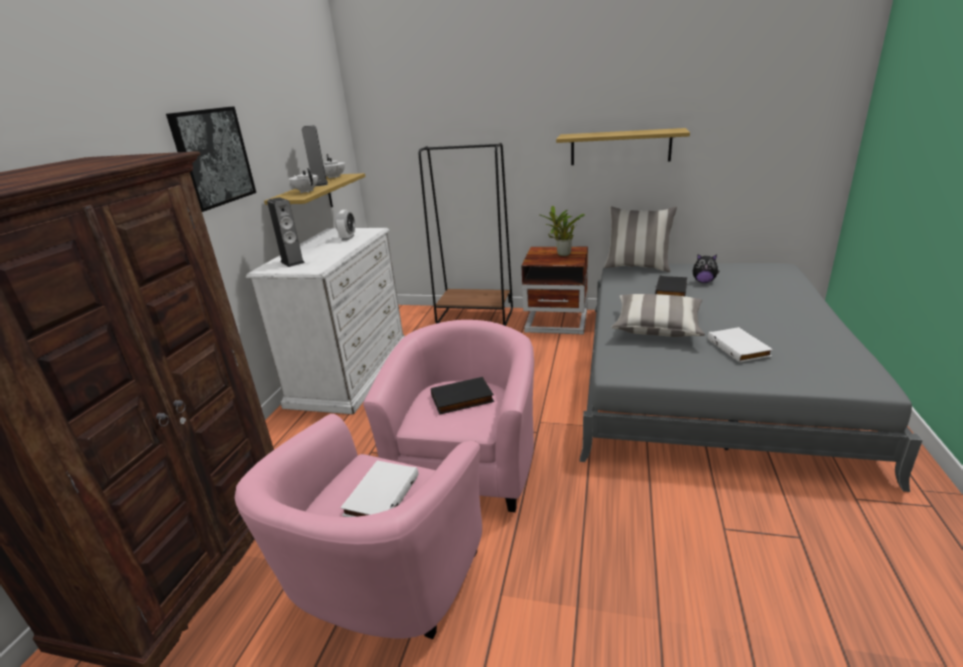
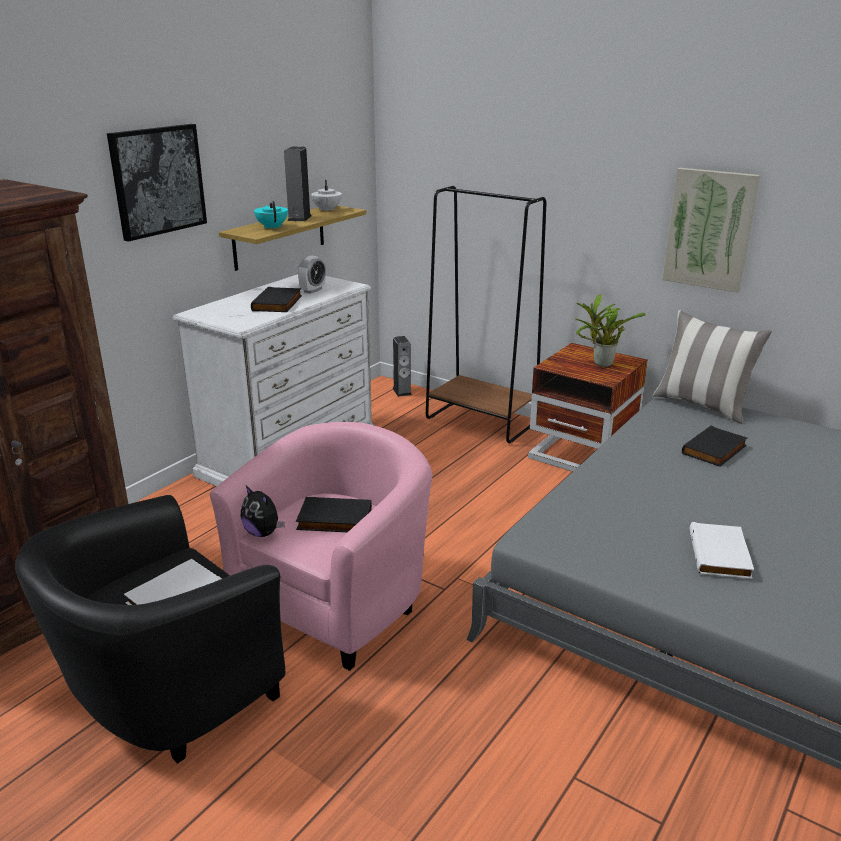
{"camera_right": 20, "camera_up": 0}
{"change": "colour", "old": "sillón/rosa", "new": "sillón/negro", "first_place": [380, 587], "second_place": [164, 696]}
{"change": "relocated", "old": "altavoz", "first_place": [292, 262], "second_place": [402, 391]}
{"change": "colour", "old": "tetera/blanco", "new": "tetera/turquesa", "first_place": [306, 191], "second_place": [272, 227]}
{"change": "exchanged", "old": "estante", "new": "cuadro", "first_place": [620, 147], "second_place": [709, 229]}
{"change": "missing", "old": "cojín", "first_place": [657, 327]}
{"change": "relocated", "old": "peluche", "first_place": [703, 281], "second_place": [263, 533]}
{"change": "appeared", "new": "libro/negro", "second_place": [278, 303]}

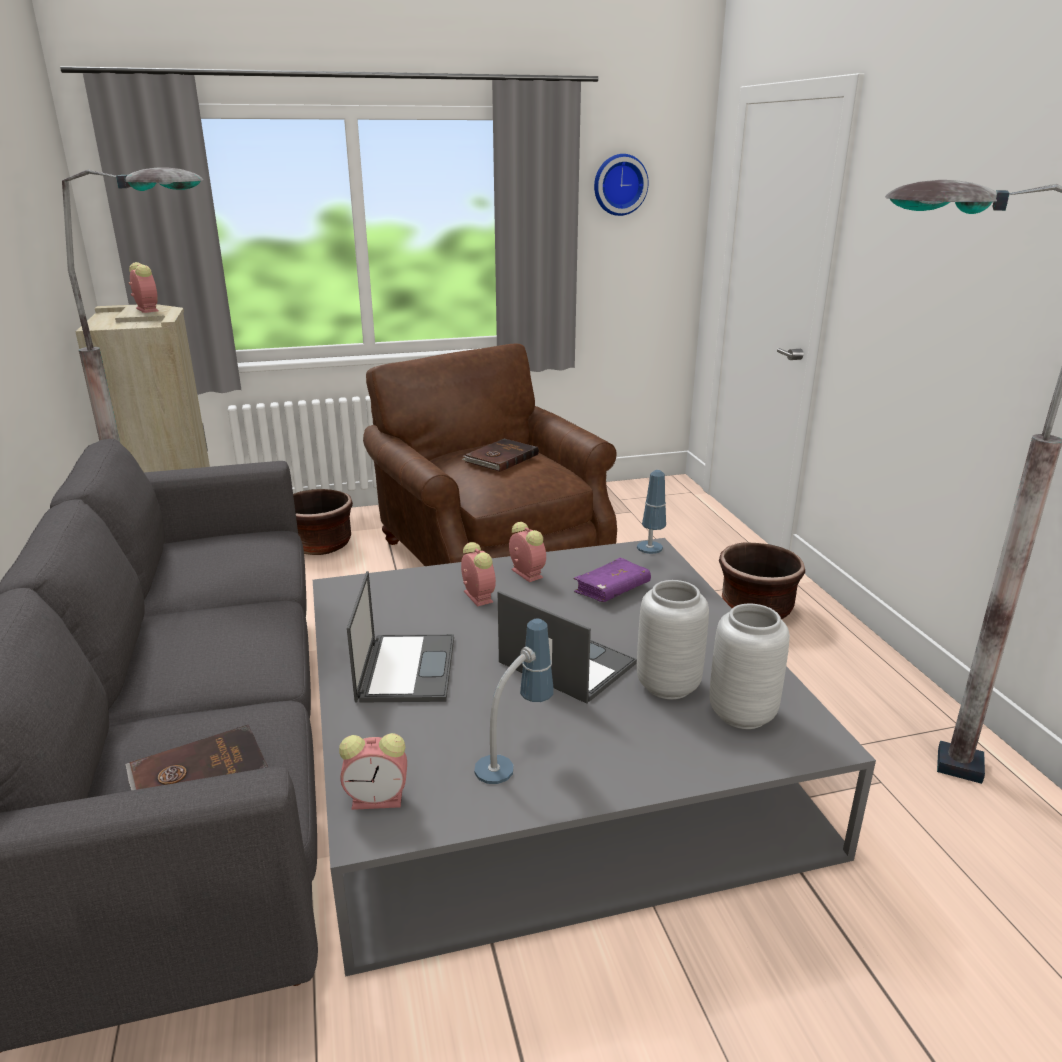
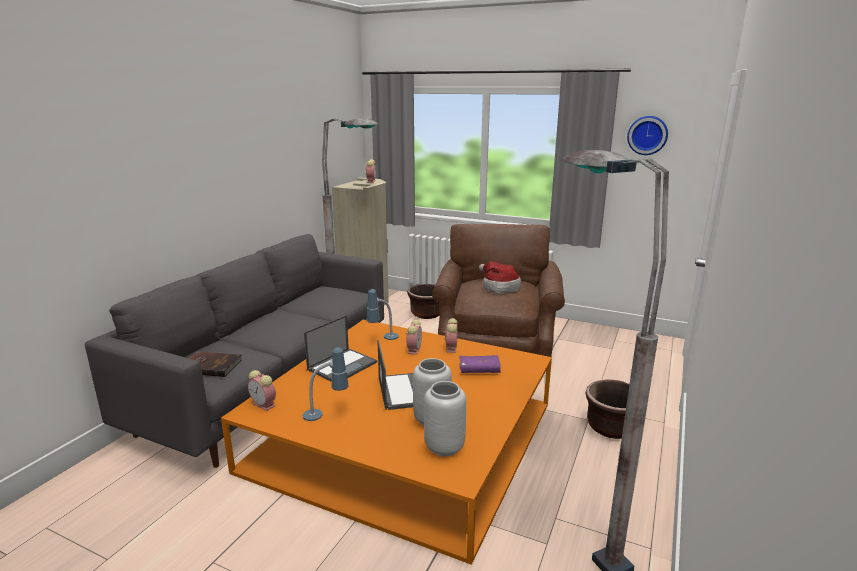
{"camera_right": 40, "camera_up": -5}
{"change": "colour", "old": "mesa de centro/gris", "new": "mesa de centro/naranja", "first_place": [543, 743], "second_place": [403, 435]}
{"change": "exchanged", "old": "libro/marrón", "new": "sombrero", "first_place": [500, 458], "second_place": [499, 287]}
{"change": "relocated", "old": "lámpara de mesa", "first_place": [650, 556], "second_place": [383, 340]}

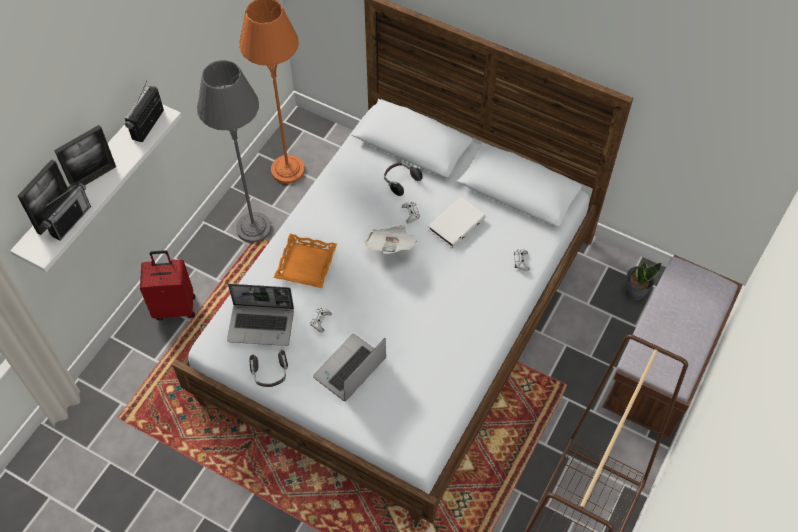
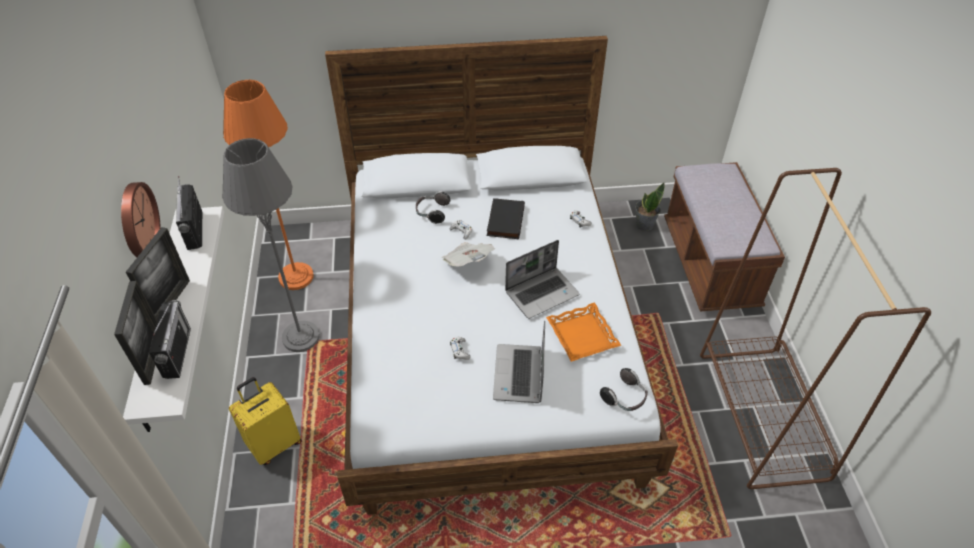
{"camera_right": -35, "camera_up": -10}
{"change": "colour", "old": "maleta/rojo", "new": "maleta/amarillo", "first_place": [175, 307], "second_place": [274, 444]}
{"change": "relocated", "old": "portátil", "first_place": [262, 325], "second_place": [542, 293]}
{"change": "relocated", "old": "auriculares", "first_place": [270, 374], "second_place": [625, 398]}
{"change": "relocated", "old": "bandeja/naranja", "first_place": [305, 264], "second_place": [581, 336]}
{"change": "colour", "old": "libro/blanco", "new": "libro/negro", "first_place": [455, 223], "second_place": [504, 220]}
{"change": "appeared", "new": "reloj de pared", "second_place": [136, 220]}

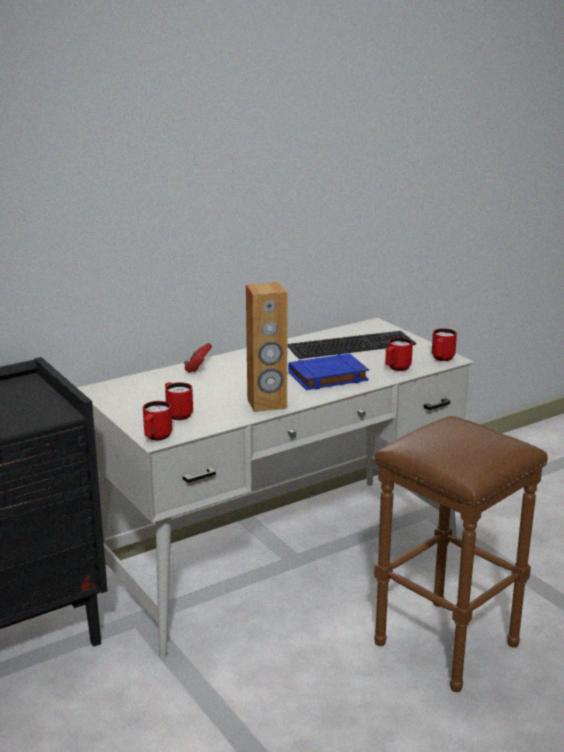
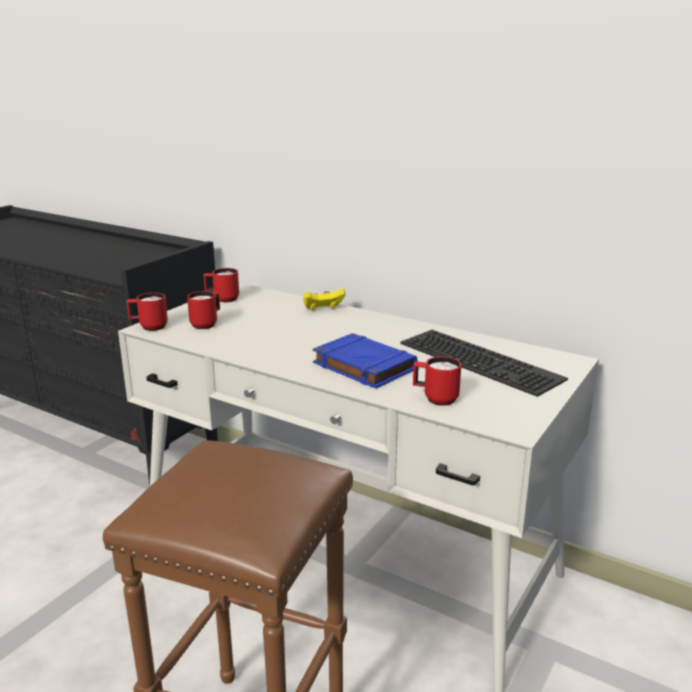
{"camera_right": 65, "camera_up": 0}
{"change": "colour", "old": "mando de consola/rojo", "new": "mando de consola/amarillo", "first_place": [198, 368], "second_place": [323, 310]}
{"change": "missing", "old": "altavoz/marrón", "first_place": [267, 404]}
{"change": "relocated", "old": "taza grande/rojo", "first_place": [442, 359], "second_place": [222, 299]}

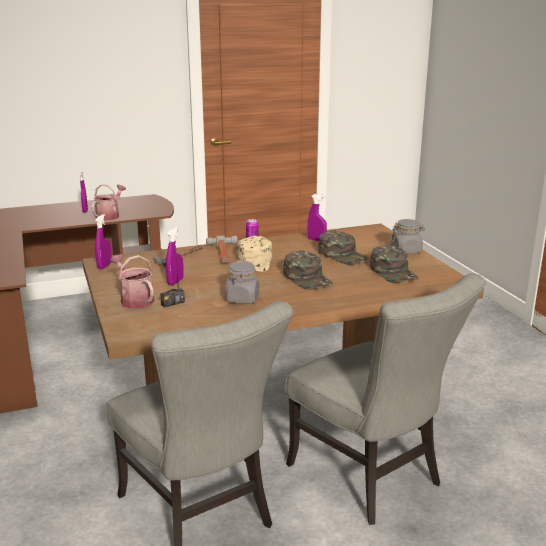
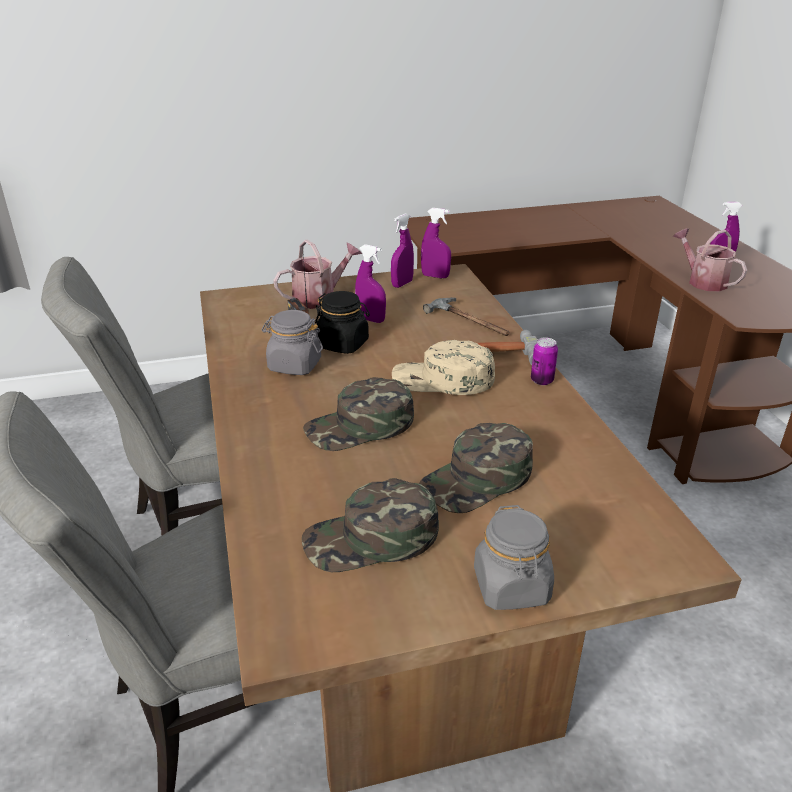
{"camera_right": 95, "camera_up": 10}
{"change": "spun", "old": "regadera", "first_place": [109, 216], "second_place": [703, 281], "degrees": -150}
{"change": "relocated", "old": "pulverizador/morado", "first_place": [316, 240], "second_place": [402, 284]}
{"change": "appeared", "new": "tarro/negro", "second_place": [343, 344]}

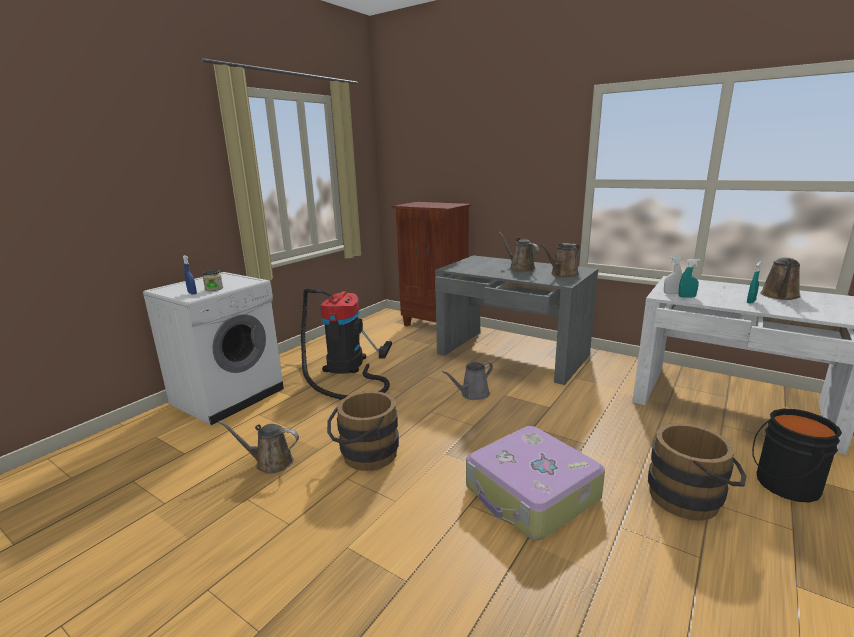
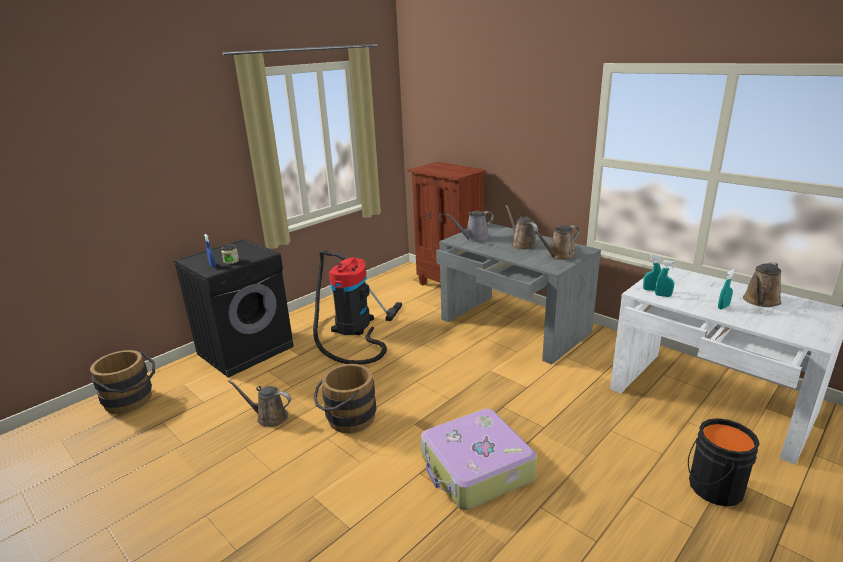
{"camera_right": 10, "camera_up": 5}
{"change": "colour", "old": "lavadora/blanco", "new": "lavadora/negro", "first_place": [230, 397], "second_place": [247, 351]}
{"change": "relocated", "old": "regadera/gris", "first_place": [472, 394], "second_place": [474, 239]}
{"change": "relocated", "old": "cubo/marrón", "first_place": [691, 498], "second_place": [131, 401]}
{"change": "colour", "old": "pulverizador/blanco", "new": "pulverizador/turquesa", "first_place": [671, 293], "second_place": [650, 290]}

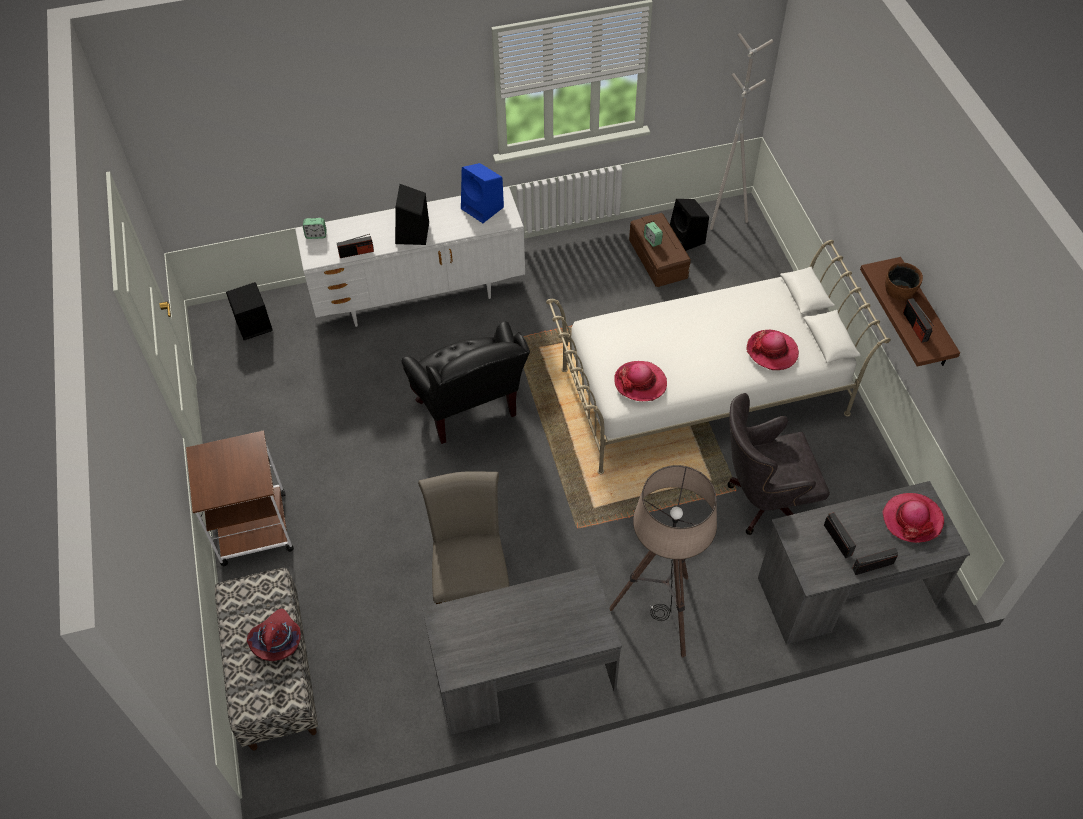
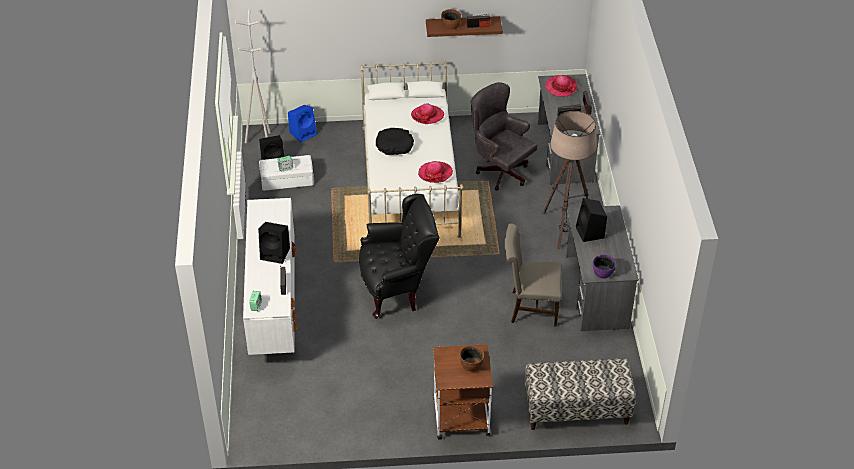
{"camera_right": -80, "camera_up": -10}
{"change": "relocated", "old": "altavoz/negro", "first_place": [253, 326], "second_place": [590, 233]}
{"change": "missing", "old": "sombrero/rojo", "first_place": [277, 639]}
{"change": "relocated", "old": "altavoz/azul", "first_place": [483, 208], "second_place": [303, 133]}
{"change": "colour", "old": "caja de almacenaje/marrón", "new": "caja de almacenaje/blanco", "first_place": [659, 259], "second_place": [287, 180]}
{"change": "spun", "old": "silla de oficina/gris", "first_place": [763, 504], "second_place": [500, 172], "degrees": 135}
{"change": "appeared", "new": "cojín/negro", "second_place": [394, 146]}
{"change": "appeared", "new": "cuenco/marrón", "second_place": [471, 364]}
{"change": "appeared", "new": "cuenco/morado", "second_place": [603, 272]}

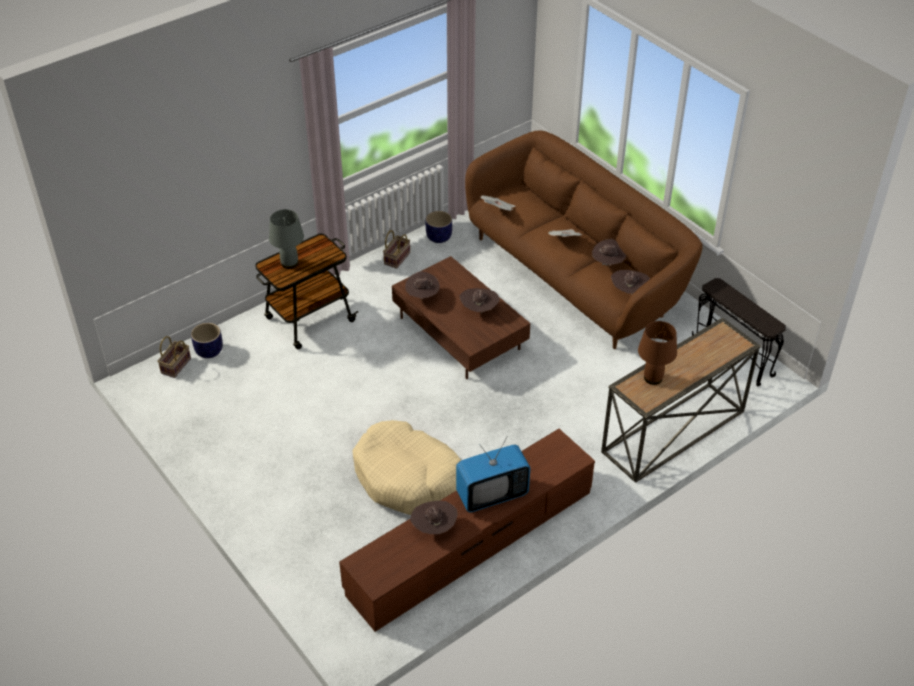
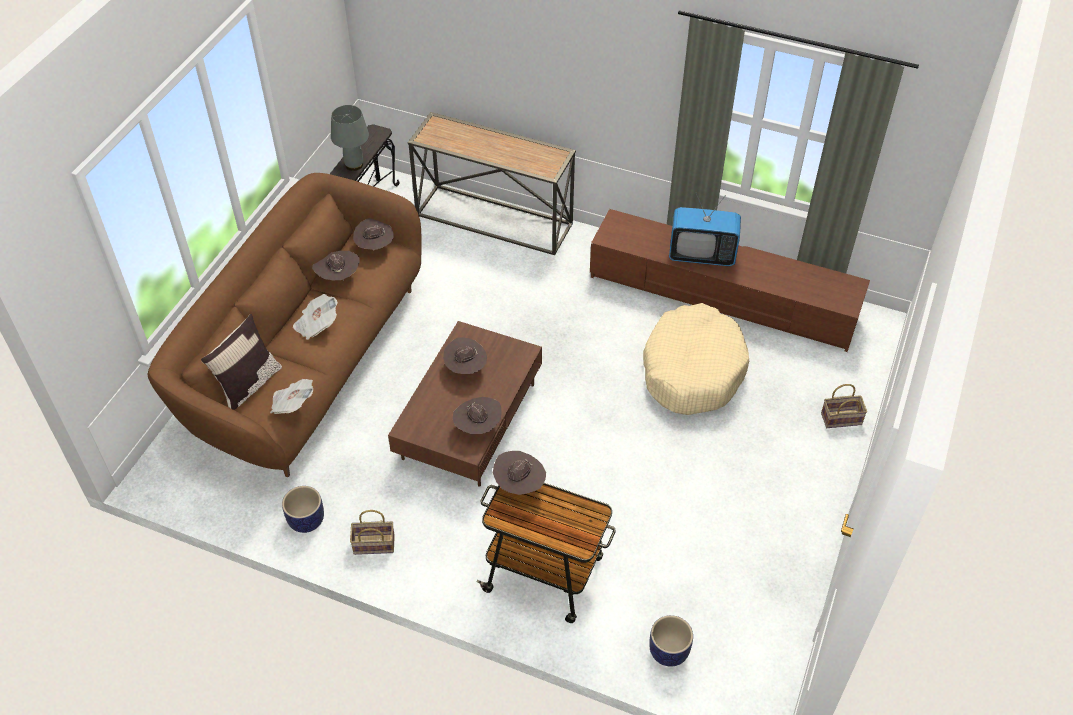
{"camera_right": -120, "camera_up": 5}
{"change": "relocated", "old": "cesta", "first_place": [176, 366], "second_place": [842, 418]}
{"change": "relocated", "old": "lámpara de mesa/gris", "first_place": [289, 263], "second_place": [353, 165]}
{"change": "relocated", "old": "sombrero/marrón", "first_place": [434, 527], "second_place": [519, 485]}
{"change": "spun", "old": "televisor", "first_place": [492, 494], "second_place": [702, 255], "degrees": 150}
{"change": "missing", "old": "lámpara de mesa/marrón", "first_place": [652, 378]}
{"change": "appeared", "new": "cojín", "second_place": [248, 385]}

